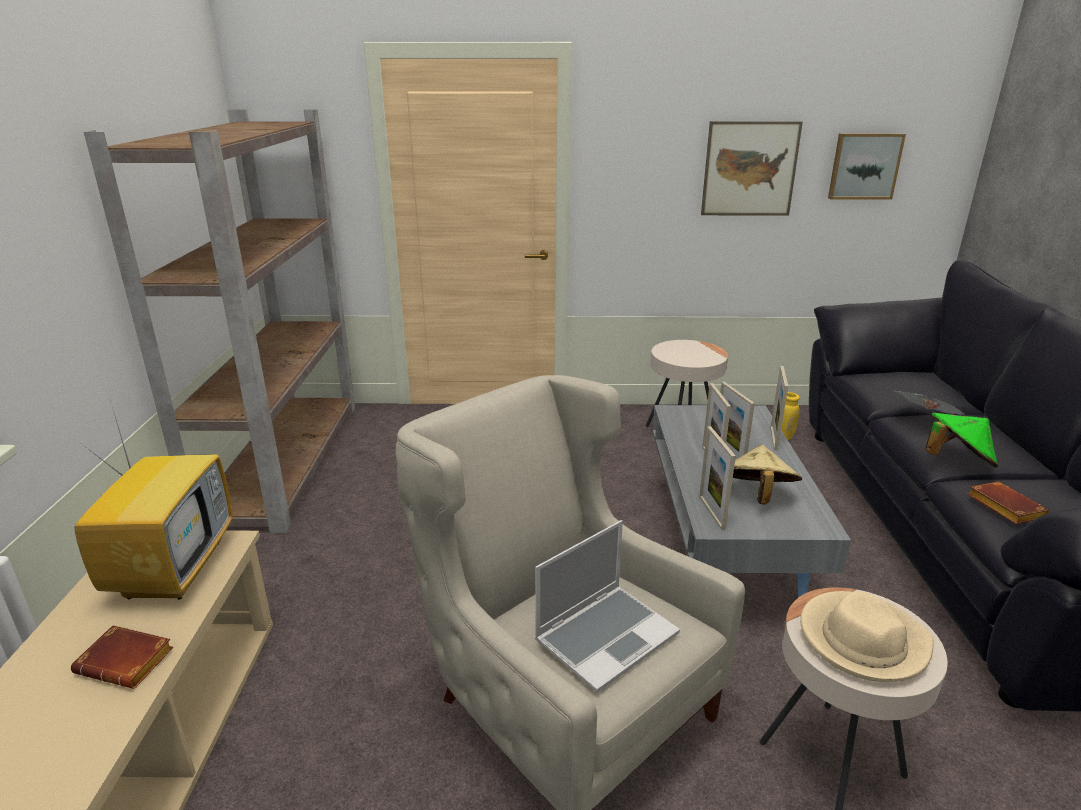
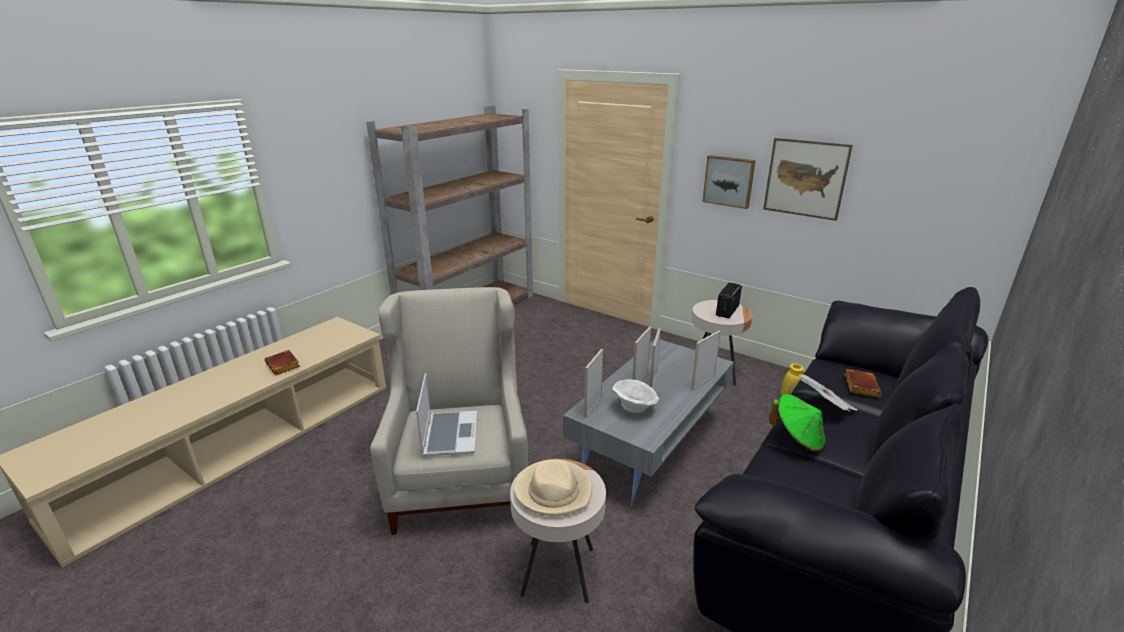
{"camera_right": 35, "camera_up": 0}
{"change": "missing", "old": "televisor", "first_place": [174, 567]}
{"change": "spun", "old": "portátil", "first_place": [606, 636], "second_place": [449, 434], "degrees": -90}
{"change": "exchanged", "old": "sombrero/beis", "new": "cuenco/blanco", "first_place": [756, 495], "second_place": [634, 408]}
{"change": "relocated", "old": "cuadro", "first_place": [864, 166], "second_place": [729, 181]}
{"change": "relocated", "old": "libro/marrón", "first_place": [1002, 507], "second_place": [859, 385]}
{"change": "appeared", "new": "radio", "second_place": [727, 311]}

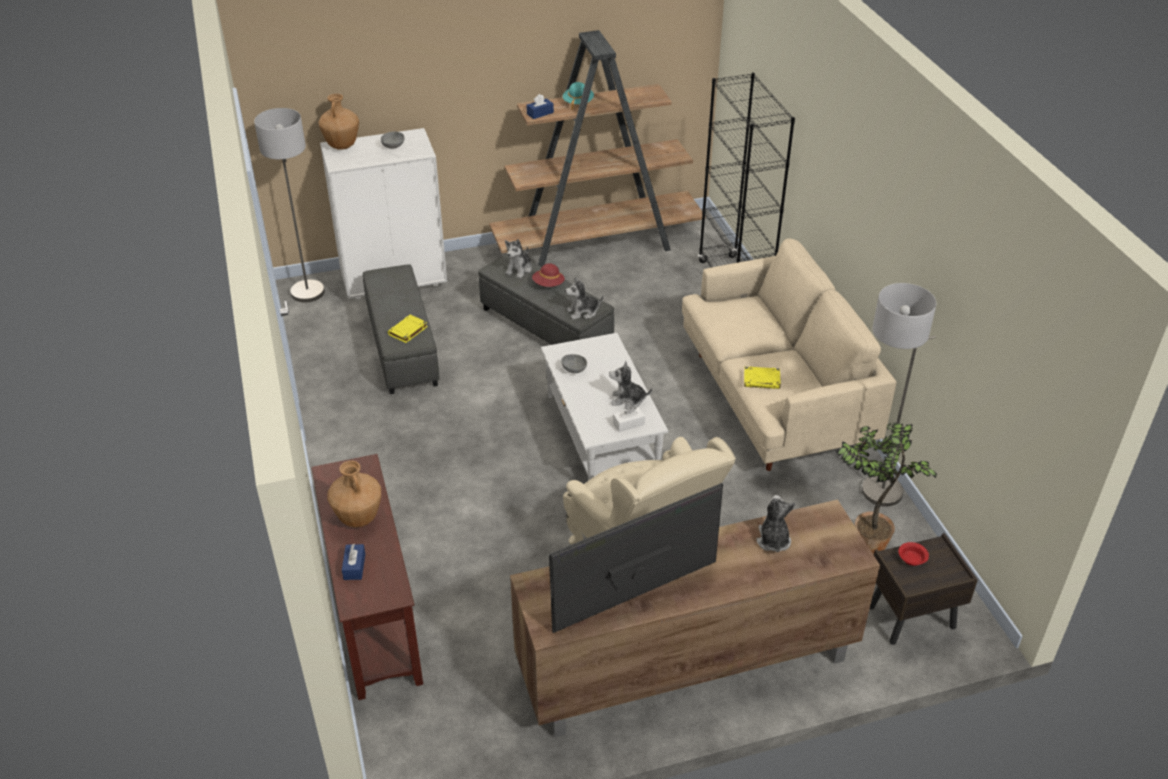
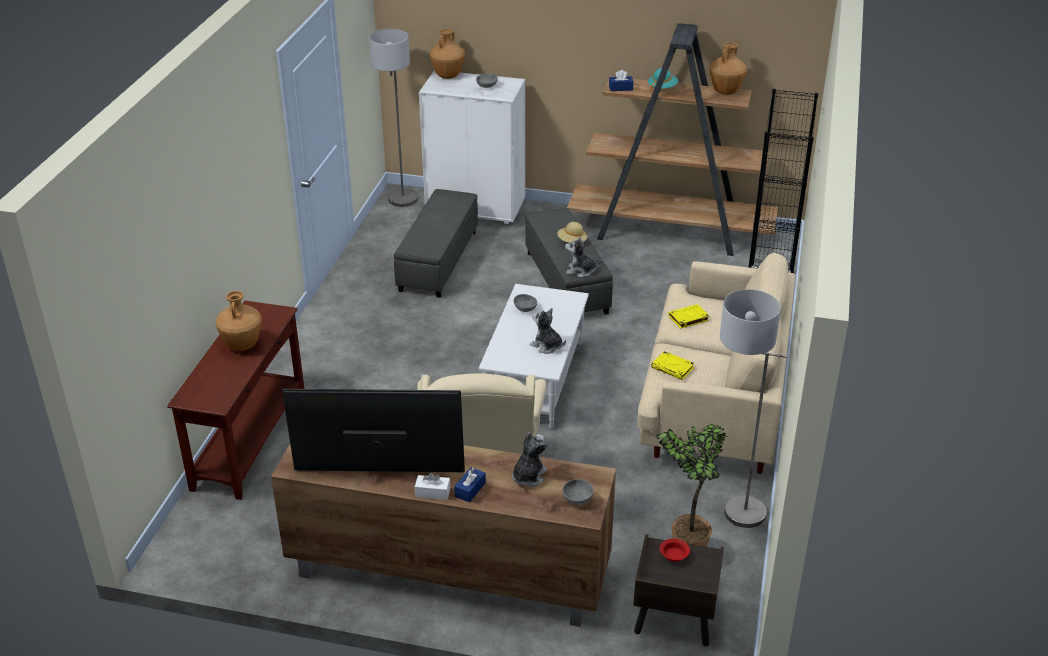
{"camera_right": 30, "camera_up": -5}
{"change": "relocated", "old": "caja de pañuelos/azul", "first_place": [354, 567], "second_place": [470, 489]}
{"change": "relocated", "old": "libro/amarillo", "first_place": [407, 331], "second_place": [688, 318]}
{"change": "missing", "old": "peluche", "first_place": [519, 269]}
{"change": "colour", "old": "sombrero/rojo", "new": "sombrero/beis", "first_place": [548, 284], "second_place": [572, 241]}
{"change": "relocated", "old": "caja de pañuelos/blanco", "first_place": [628, 424], "second_place": [432, 492]}
{"change": "appeared", "new": "cuenco/gris", "second_place": [577, 499]}
{"change": "appeared", "new": "florero/marrón", "second_place": [725, 92]}

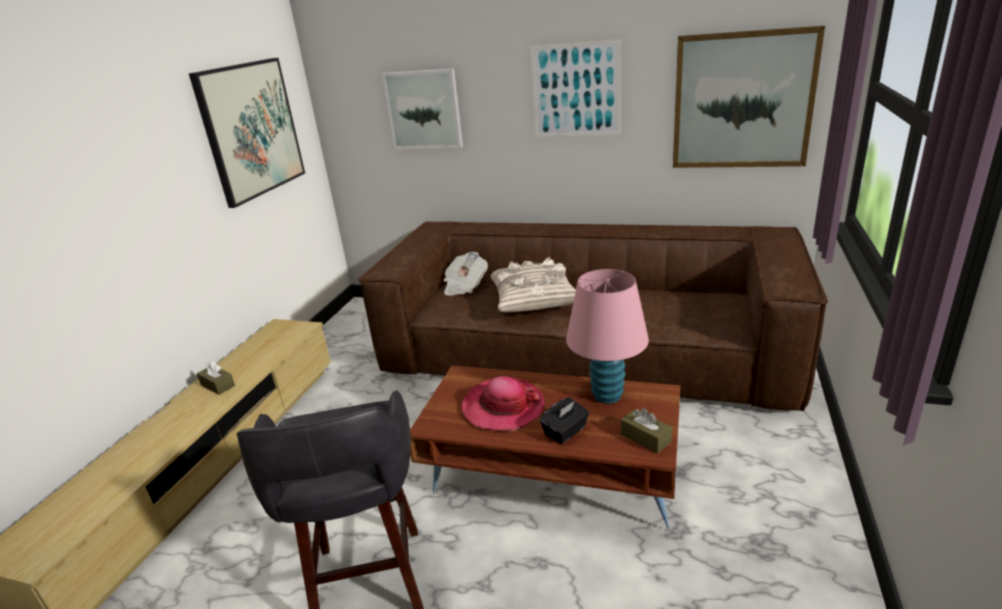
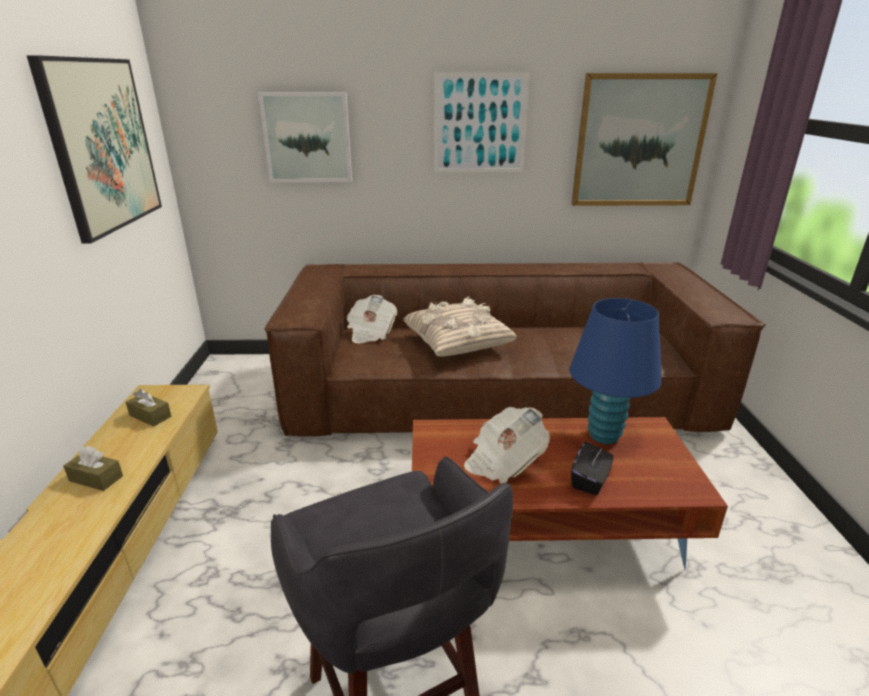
{"camera_right": -20, "camera_up": 0}
{"change": "exchanged", "old": "sombrero", "new": "periódico", "first_place": [503, 407], "second_place": [503, 461]}
{"change": "colour", "old": "lámpara de mesa/rosa", "new": "lámpara de mesa/azul", "first_place": [607, 395], "second_place": [604, 435]}
{"change": "relocated", "old": "caja de pañuelos/marrón", "first_place": [645, 438], "second_place": [150, 416]}

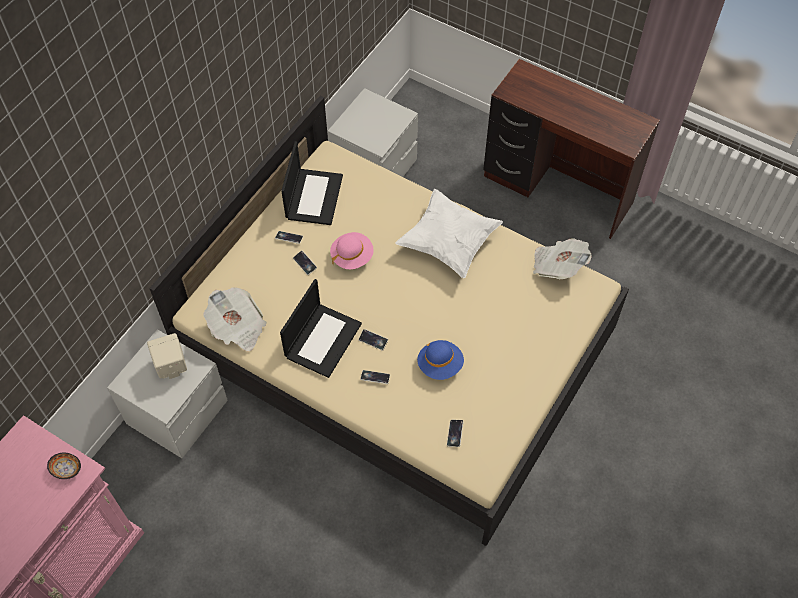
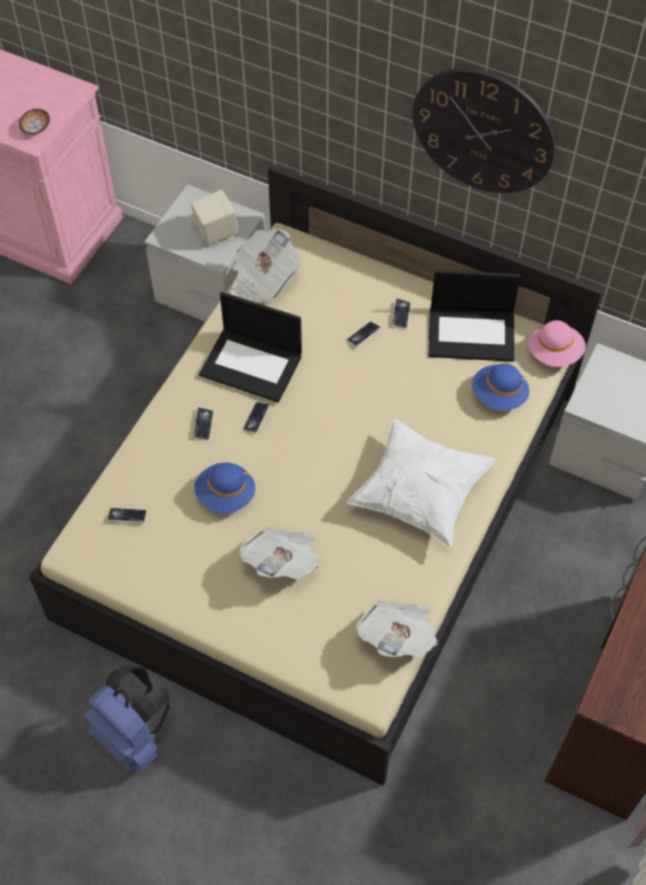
{"camera_right": 85, "camera_up": 0}
{"change": "relocated", "old": "sombrero/rosa", "first_place": [352, 256], "second_place": [554, 353]}
{"change": "appeared", "new": "mochila/azul", "second_place": [134, 736]}
{"change": "appeared", "new": "periódico", "second_place": [283, 561]}
{"change": "appeared", "new": "reloj de pared", "second_place": [483, 131]}
{"change": "appeared", "new": "sombrero/azul", "second_place": [499, 395]}

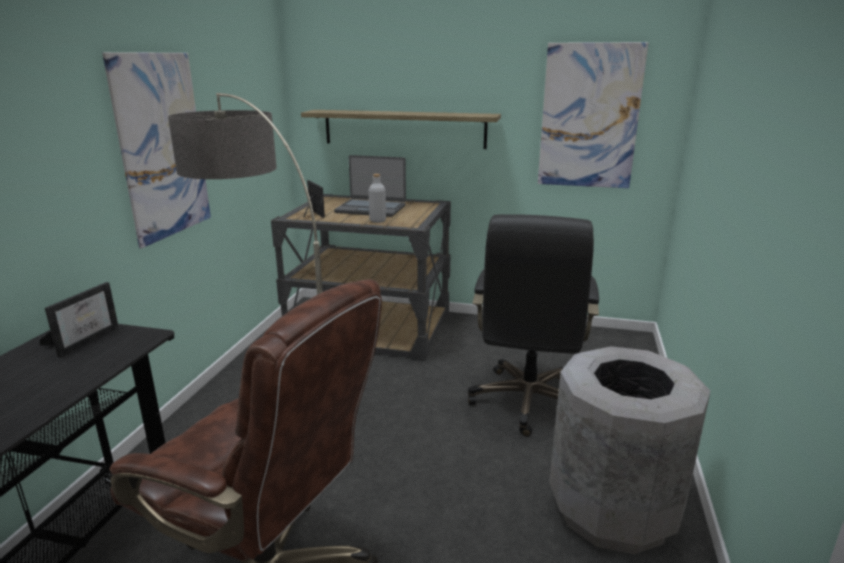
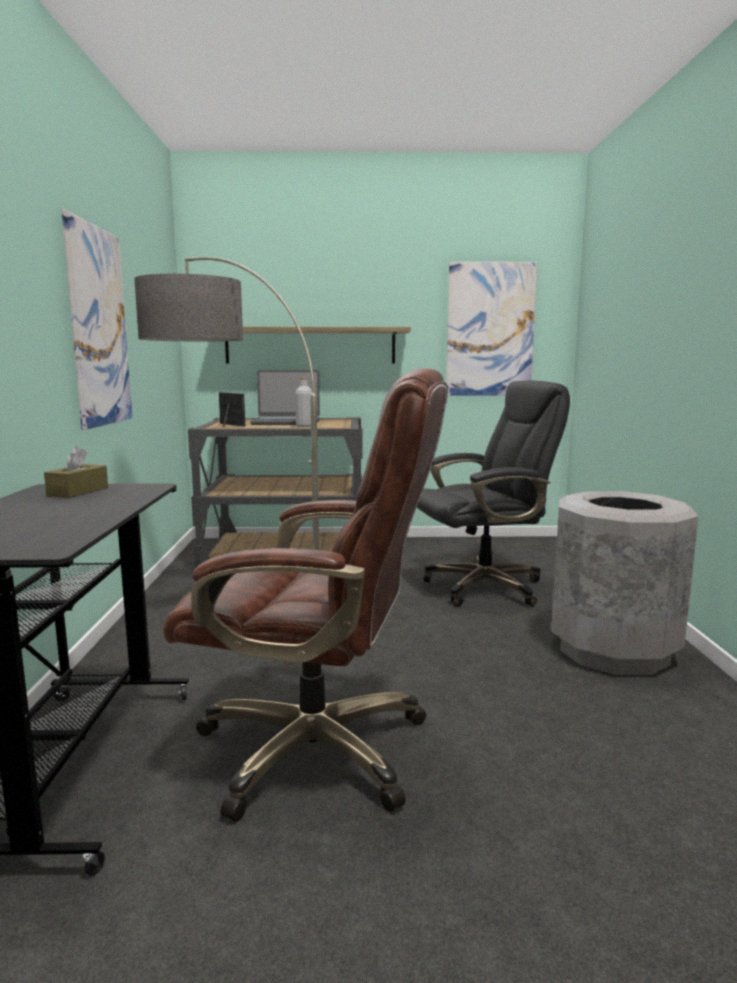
{"camera_right": -15, "camera_up": -10}
{"change": "exchanged", "old": "portarretratos", "new": "caja de pañuelos/marrón", "first_place": [85, 339], "second_place": [78, 491]}
{"change": "spun", "old": "silla de oficina/negro", "first_place": [527, 398], "second_place": [482, 588], "degrees": -105}

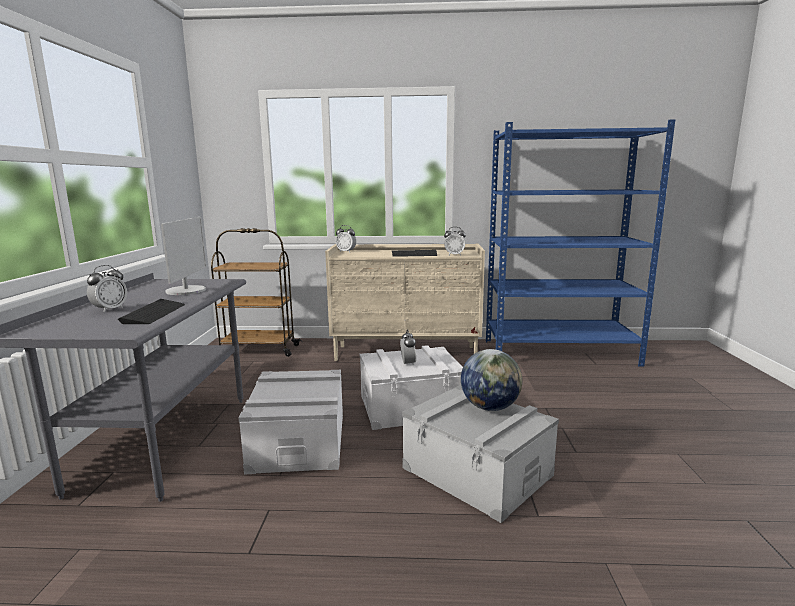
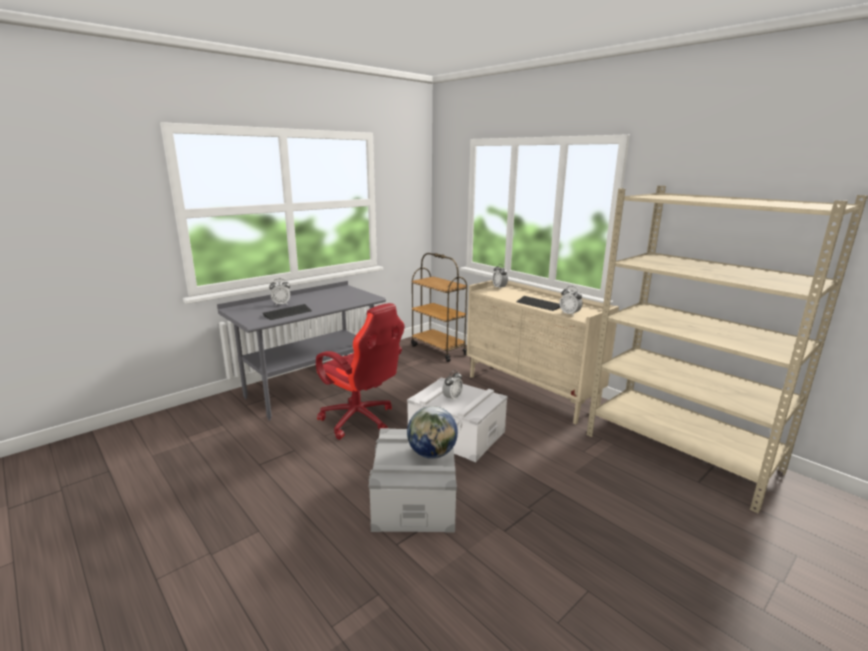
{"camera_right": 45, "camera_up": 5}
{"change": "missing", "old": "monitor", "first_place": [186, 291]}
{"change": "exchanged", "old": "caja de almacenaje/blanco", "new": "silla de oficina/rojo", "first_place": [299, 441], "second_place": [361, 422]}
{"change": "colour", "old": "estantería/azul", "new": "estantería/beis", "first_place": [559, 352], "second_place": [680, 452]}

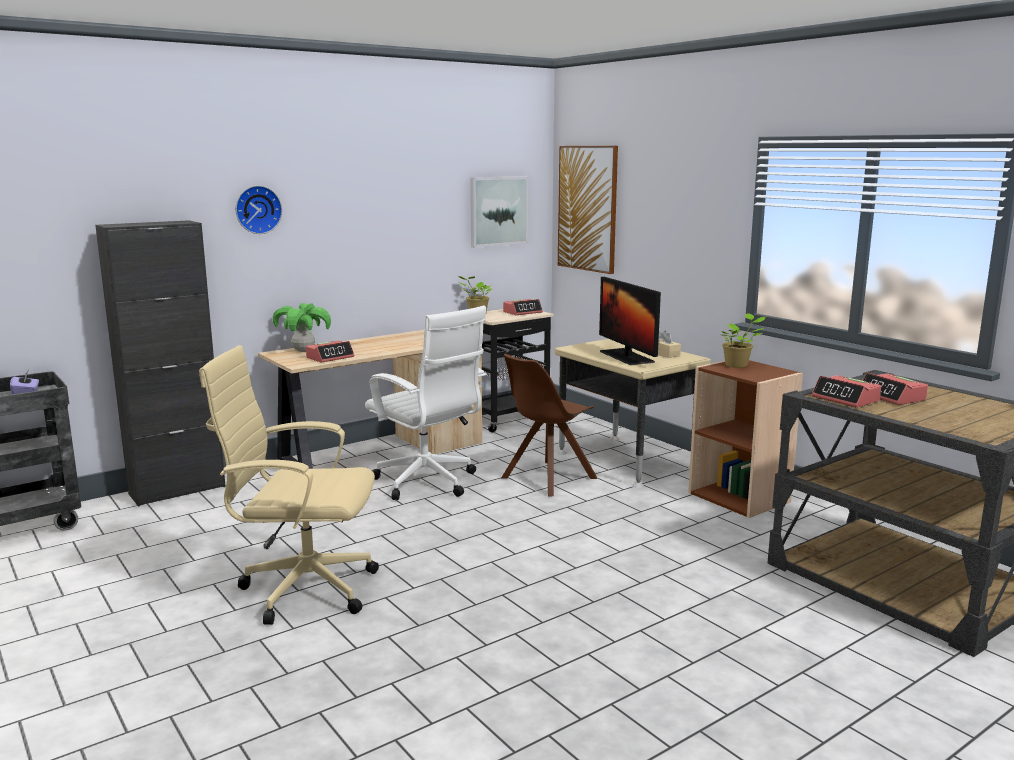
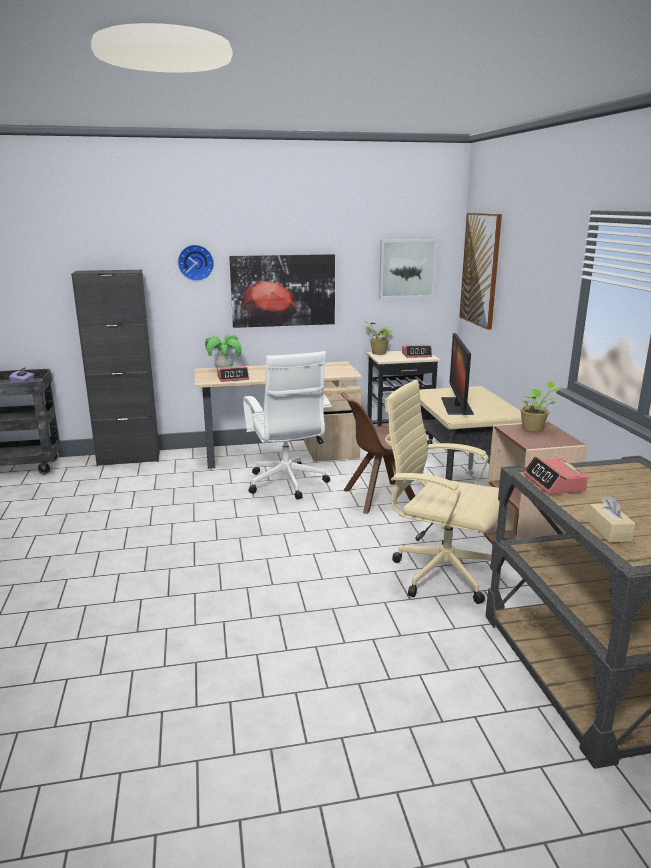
{"camera_right": 25, "camera_up": 5}
{"change": "relocated", "old": "silla de oficina/beis", "first_place": [302, 589], "second_place": [439, 573]}
{"change": "relocated", "old": "caja de pañuelos/beis", "first_place": [665, 354], "second_place": [609, 531]}
{"change": "missing", "old": "despertador", "first_place": [891, 397]}
{"change": "appeared", "new": "cuadro", "second_place": [283, 290]}

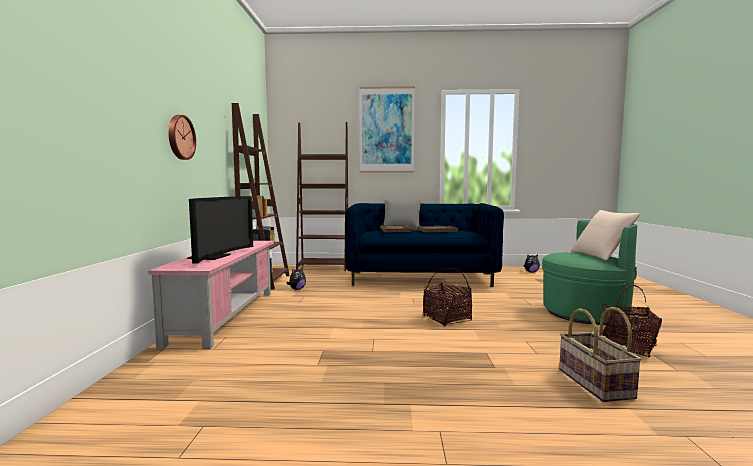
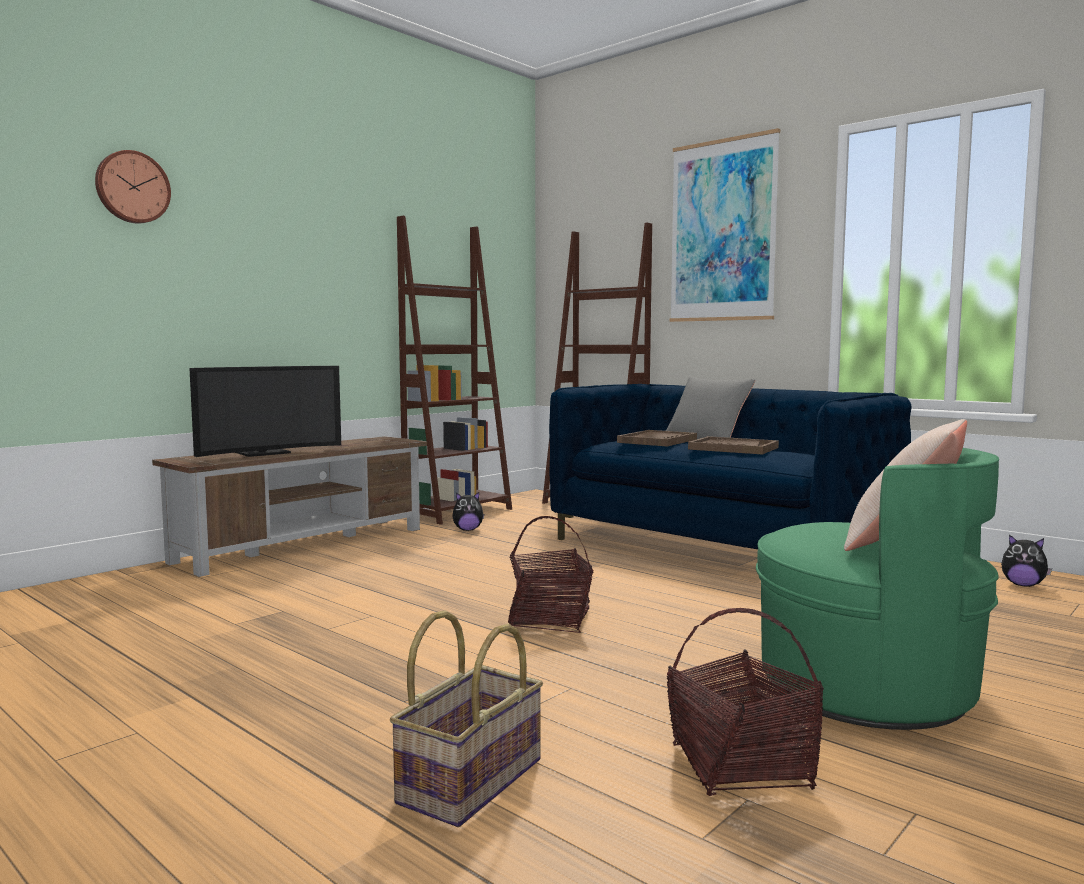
{"camera_right": 40, "camera_up": 0}
{"change": "colour", "old": "mueble de televisión/rosa", "new": "mueble de televisión/marrón", "first_place": [226, 315], "second_place": [305, 545]}
{"change": "relocated", "old": "reloj de pared", "first_place": [180, 137], "second_place": [132, 187]}

